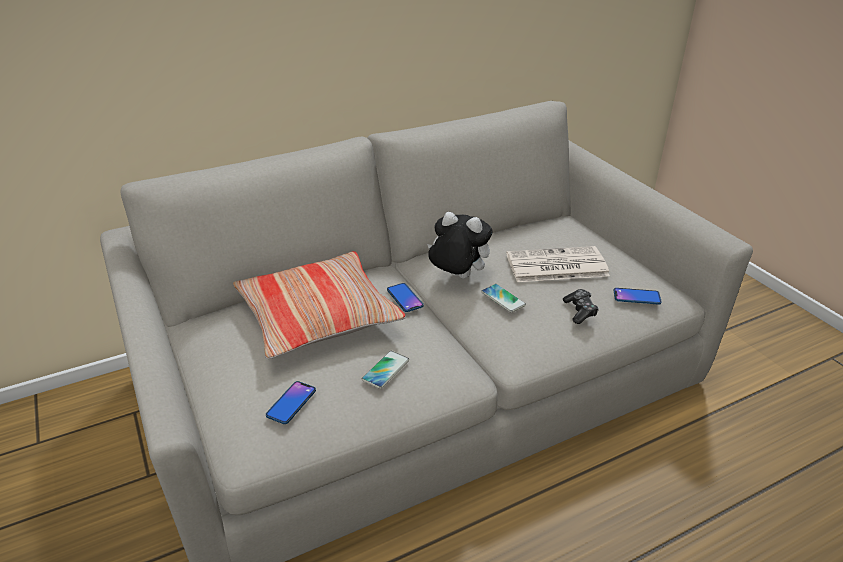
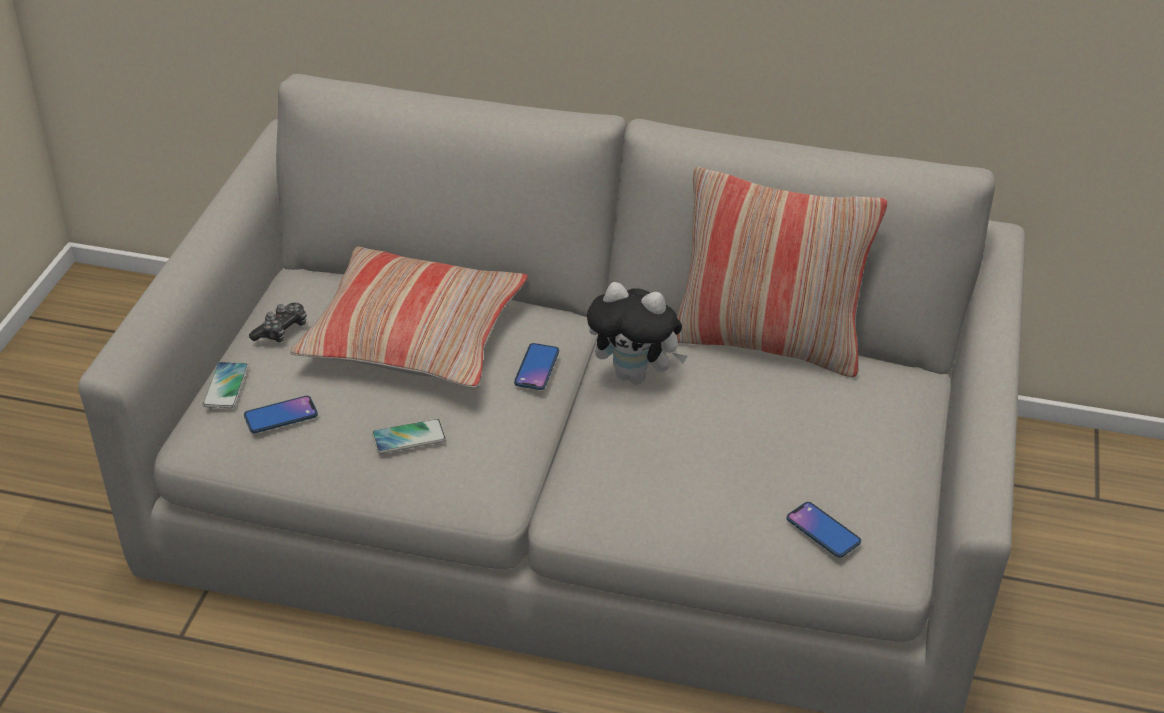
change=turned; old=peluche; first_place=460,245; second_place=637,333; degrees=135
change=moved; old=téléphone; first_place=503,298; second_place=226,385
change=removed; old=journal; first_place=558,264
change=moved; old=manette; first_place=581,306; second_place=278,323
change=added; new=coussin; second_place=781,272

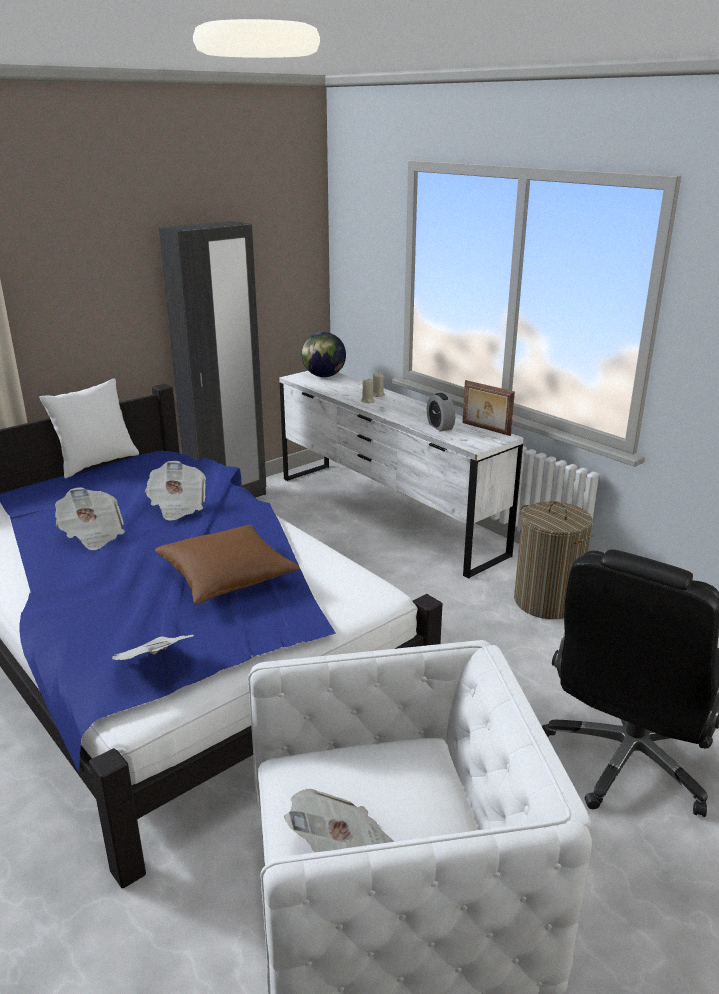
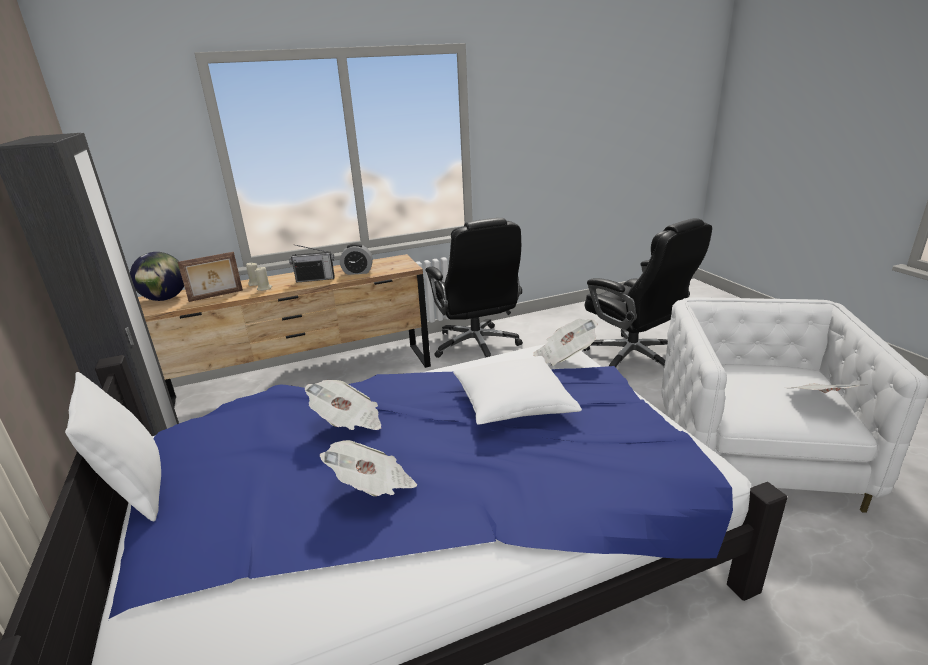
change=moved; old=journal; first_place=153,647; second_place=565,342
change=recoloured; old=coussin [marron]; new=coussin [blanc]; first_place=227,564; second_place=517,390
change=recoloured; old=commode [blanc]; new=commode [marron]; first_place=401,475; second_place=284,330
change=moved; old=cadre photo; first_place=488,408; second_place=210,277
change=replaced; old=panier à linge; new=chaise de bureau [noir]; first_place=554,560; second_place=474,288
change=added; new=radio; second_place=312,263

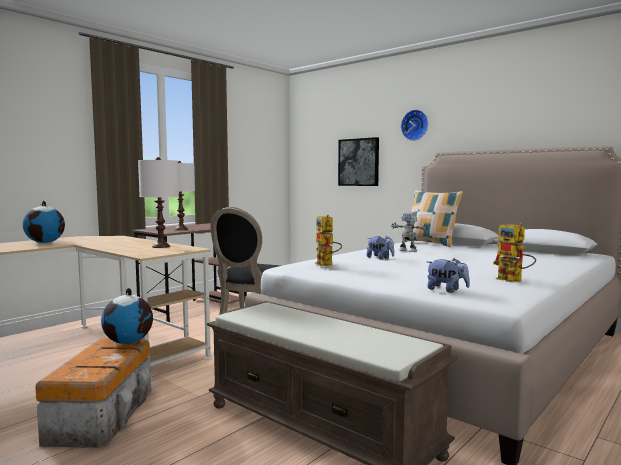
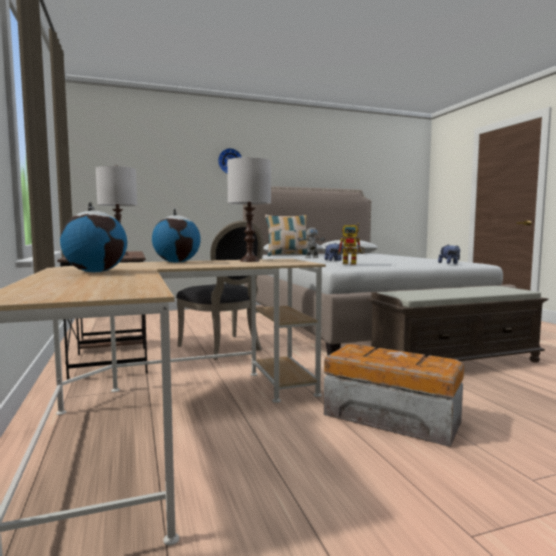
change=moved; old=globe; first_place=127,316; second_place=176,236
change=removed; old=tableau; first_place=358,161
change=removed; old=robot jouet; first_place=514,253

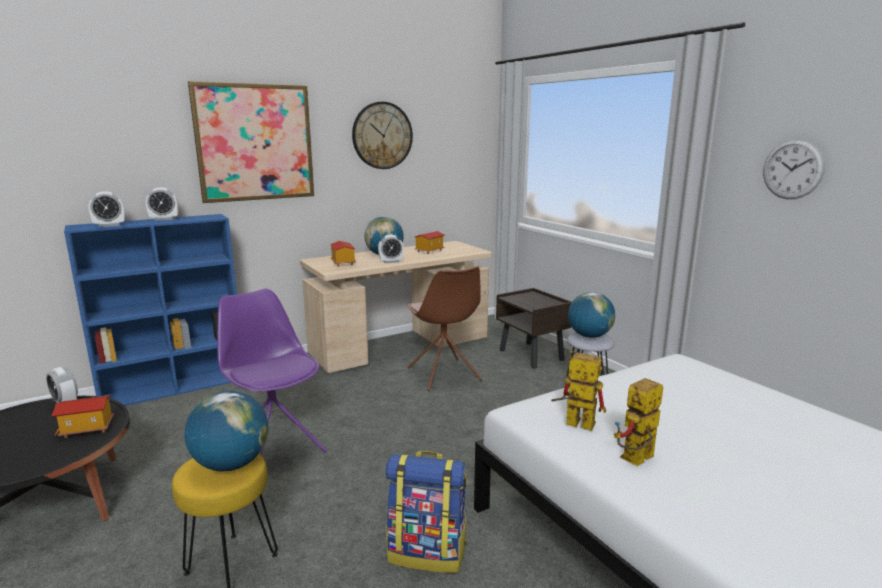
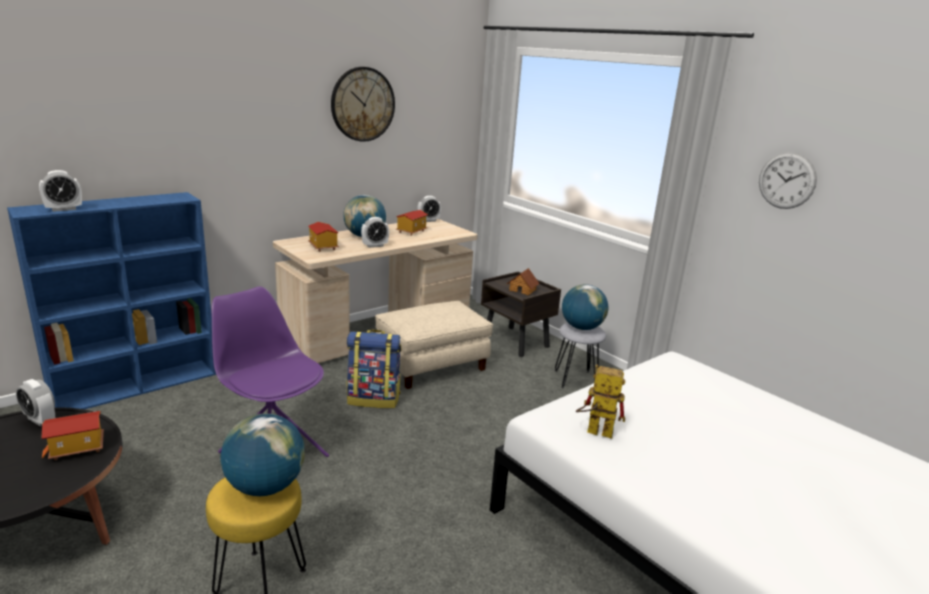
change=moved; old=réveil; first_place=162,204; second_place=429,209
change=removed; old=tableau; first_place=251,142
change=moved; old=sac à dos; first_place=426,512; second_place=374,369
change=replaced; old=chaise [marron]; new=pouf [beige]; first_place=444,329; second_place=434,345
change=removed; old=robot jouet; first_place=638,422
change=added; new=maison miniature; second_place=523,281

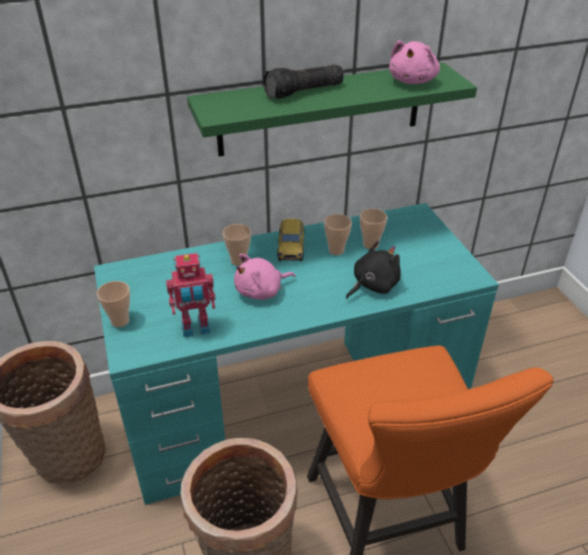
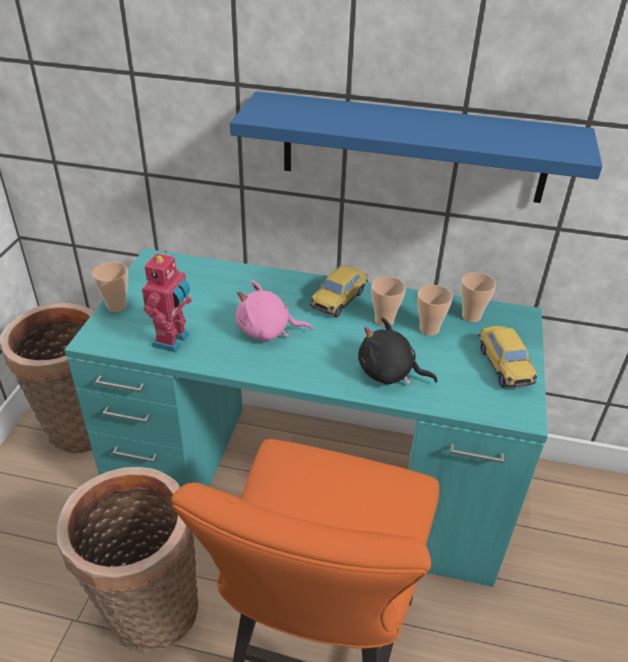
change=turned; old=robot jouet; first_place=190,295; second_place=167,302; degrees=-90
change=recoloured; old=étagère [vert]; new=étagère [bleu]; first_place=332,110; second_place=416,147
change=moved; old=tasse; first_place=237,245; second_place=478,297
change=removed; old=lampe de poche; first_place=303,82
change=turned; old=peluche [noir]; first_place=373,270; second_place=397,351; degrees=-150
change=removed; old=peluche [rose]; first_place=414,62
change=added; new=petite voiture; second_place=507,357

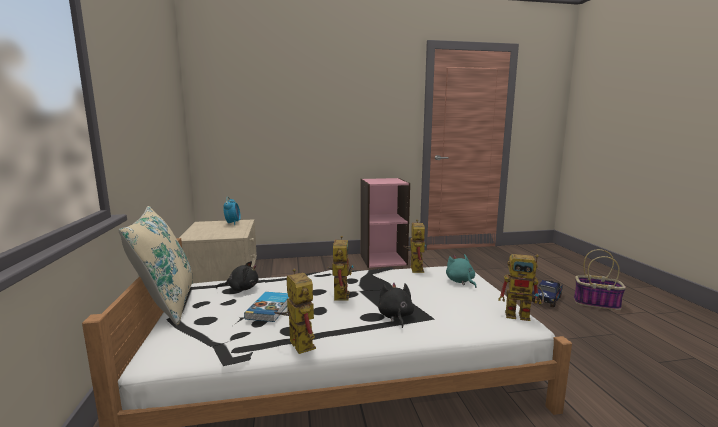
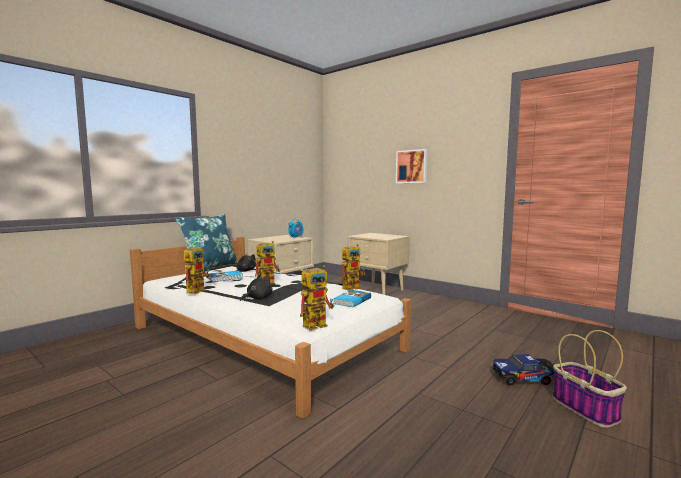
change=recoloured; old=coussin [beige]; new=coussin [bleu]; first_place=155,265; second_place=207,242
change=removed; old=bibliothèque [rose]; first_place=385,223
change=replaced; old=peluche [turquoise]; new=livre; first_place=461,271; second_place=352,298
change=turned; old=robot jouet; first_place=521,287; second_place=317,298; degrees=-105
change=added; new=table de chevet [beige]; second_place=378,264
change=added; new=tableau; second_place=412,166

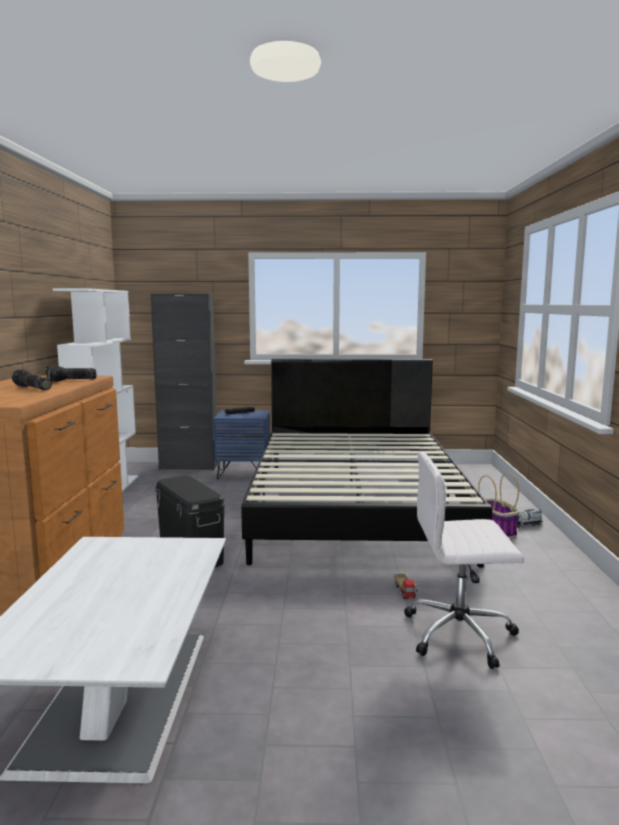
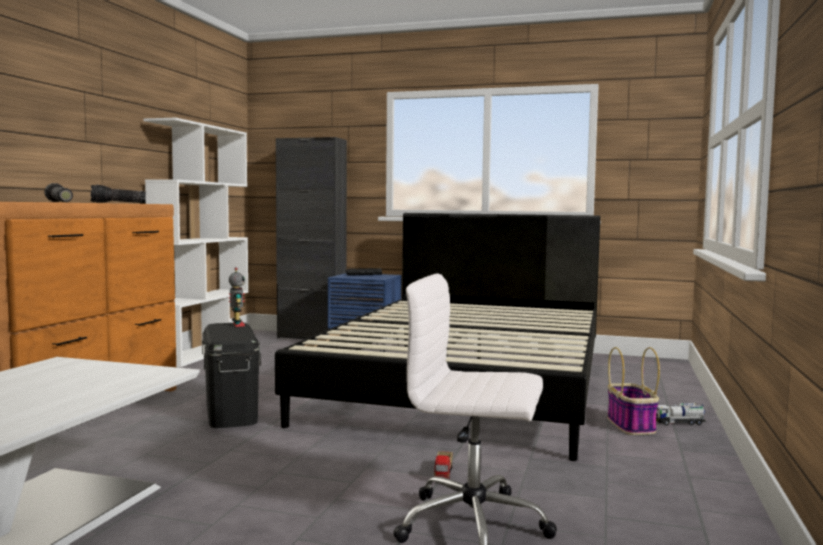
change=added; new=robot jouet; second_place=237,297

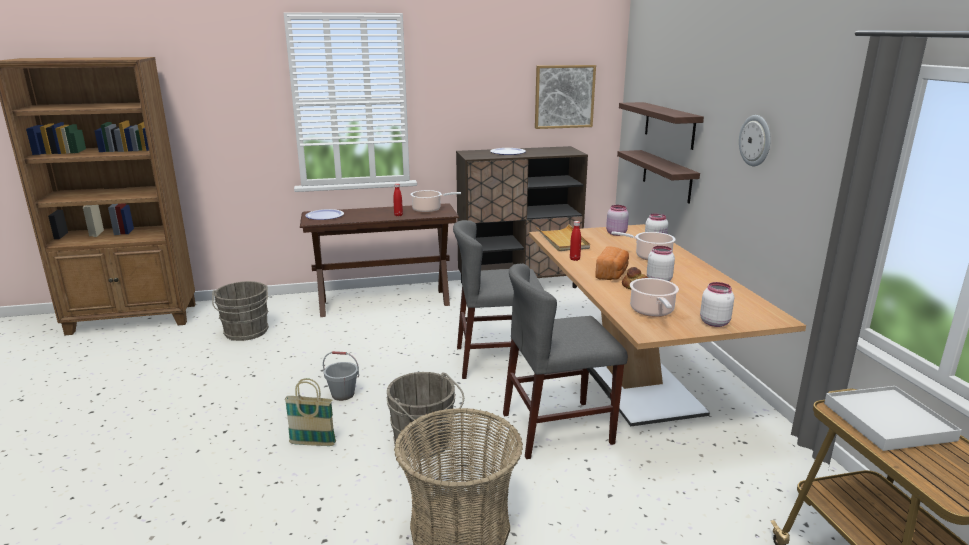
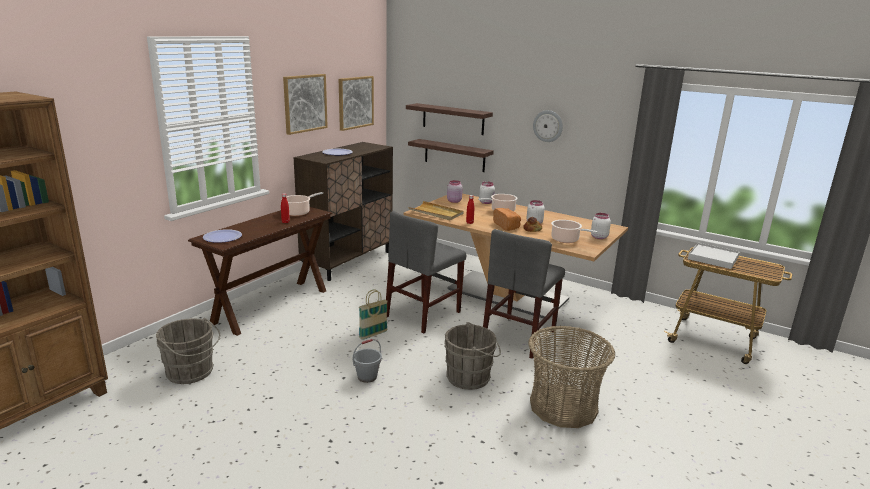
change=moved; old=panier; first_place=310,412; second_place=373,314
change=added; new=tableau; second_place=305,104

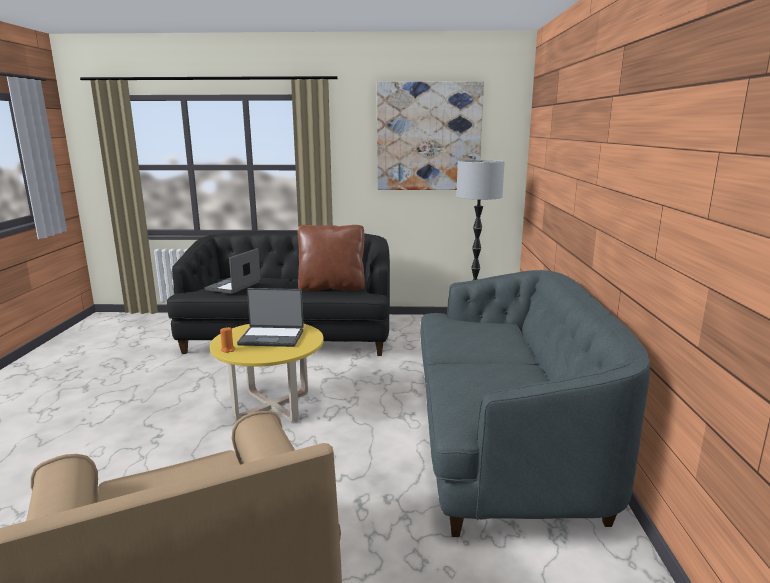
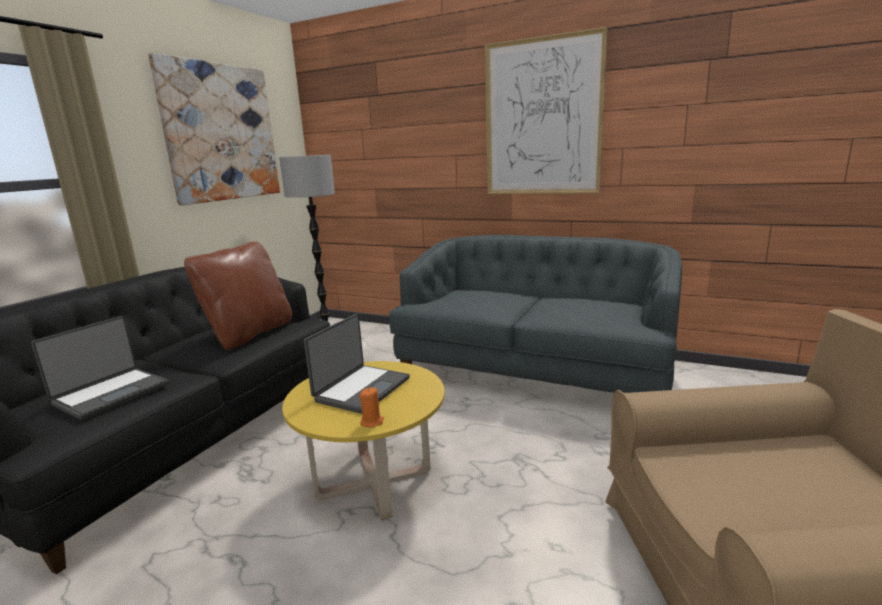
change=turned; old=ordinateur portable; first_place=233,271; second_place=99,368; degrees=-105
change=added; new=tableau; second_place=546,110

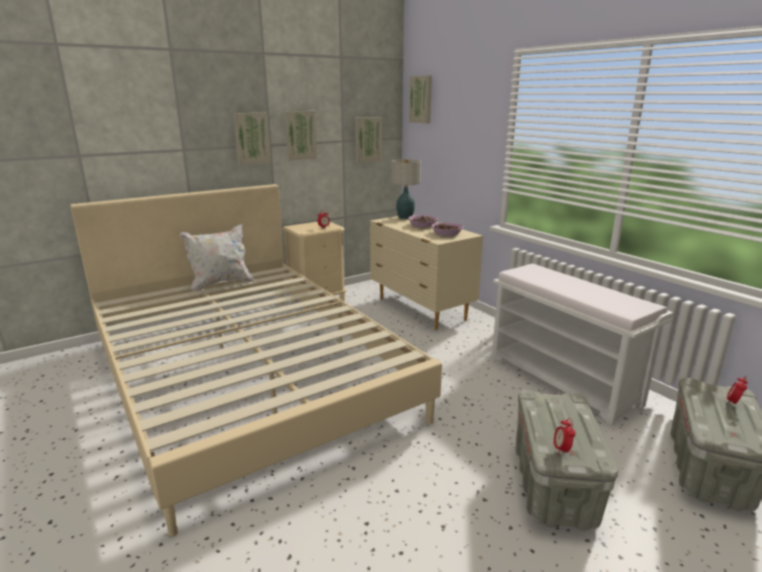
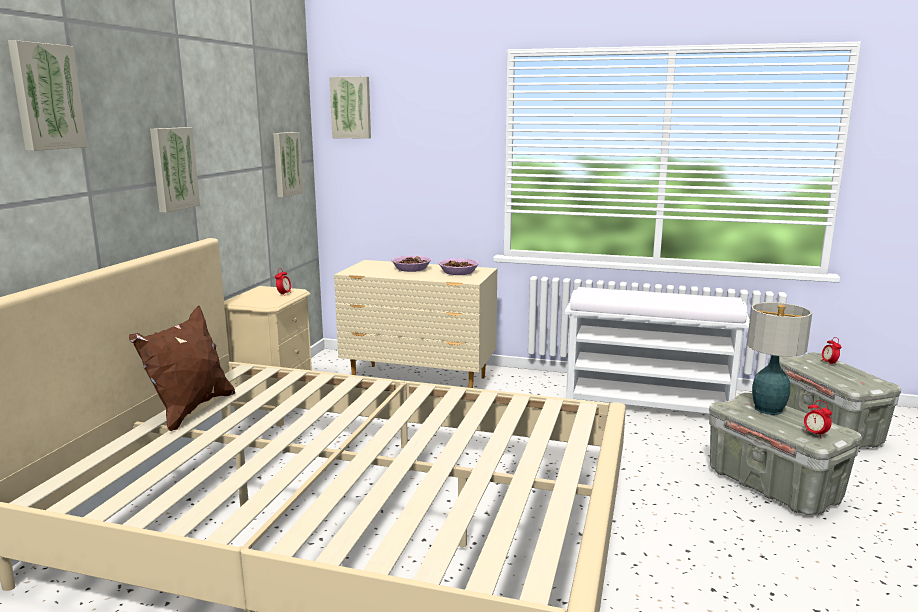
change=recoloured; old=coussin [blanc]; new=coussin [marron]; first_place=217,258; second_place=182,368
change=moved; old=tableau; first_place=300,136; second_place=47,95
change=moved; old=lampe de table; first_place=406,189; second_place=779,358

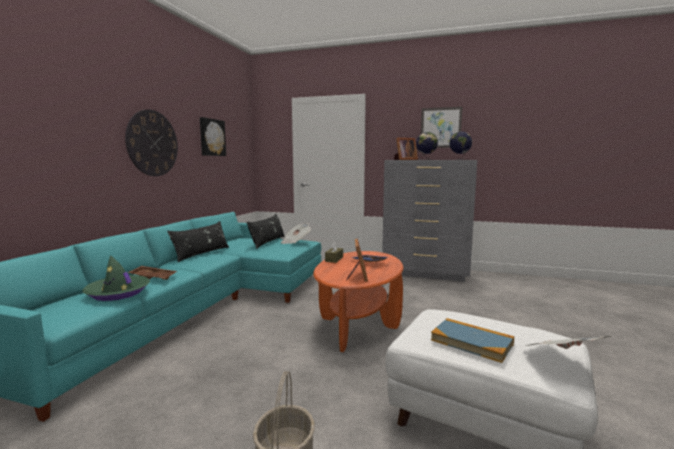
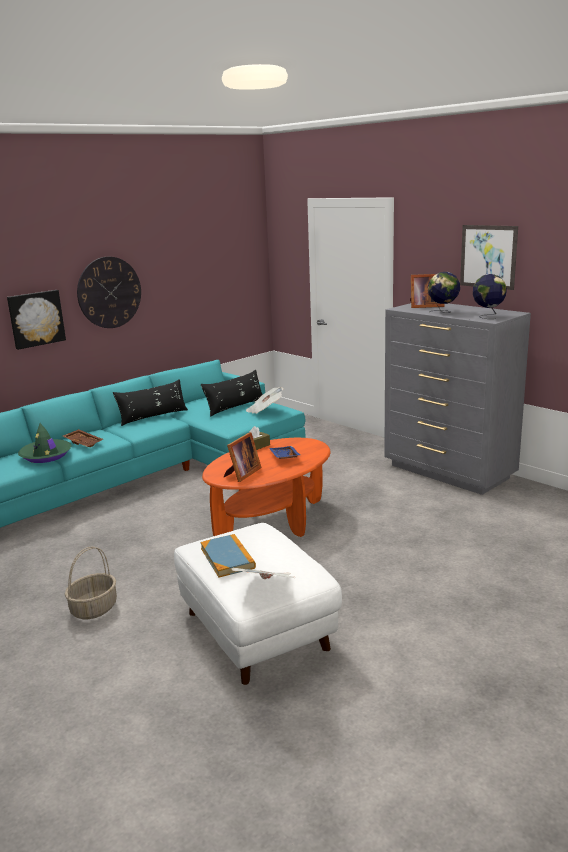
change=moved; old=tableau; first_place=213,136; second_place=36,320

